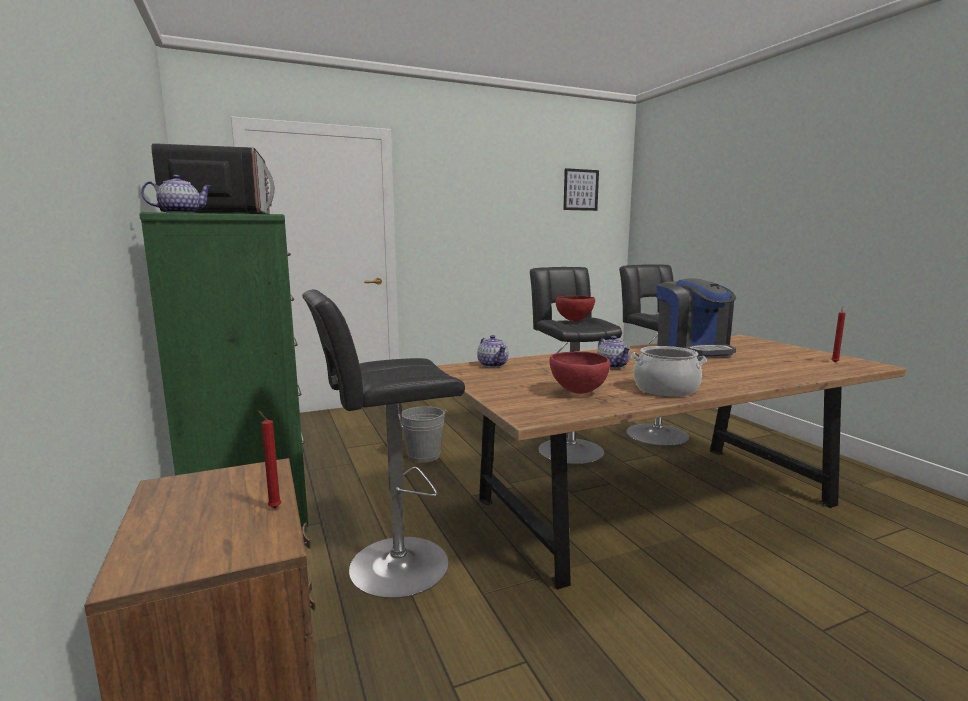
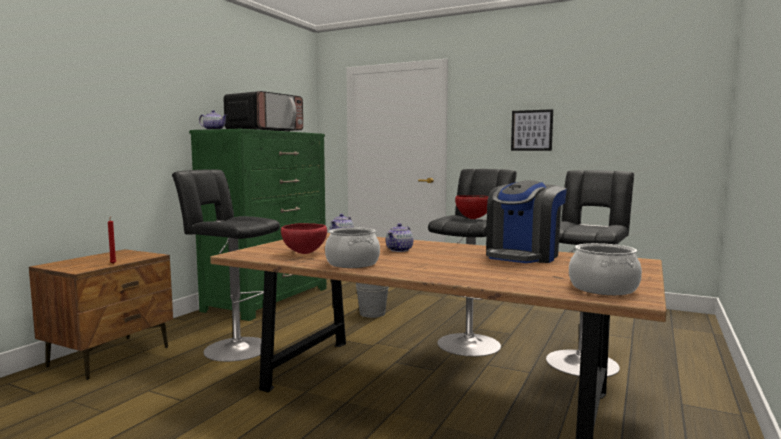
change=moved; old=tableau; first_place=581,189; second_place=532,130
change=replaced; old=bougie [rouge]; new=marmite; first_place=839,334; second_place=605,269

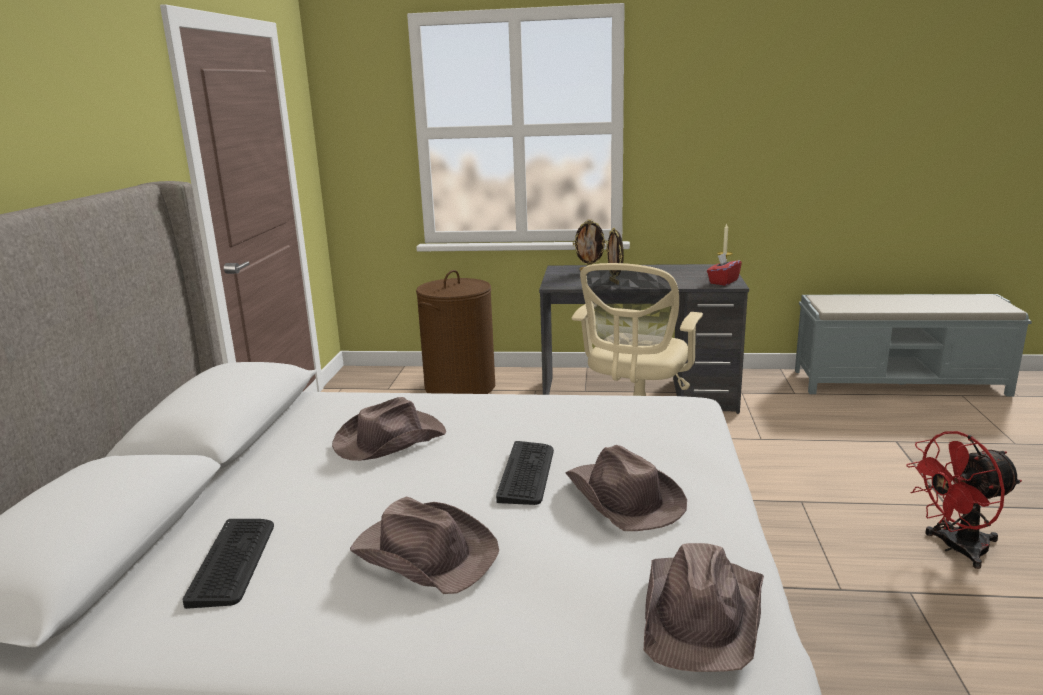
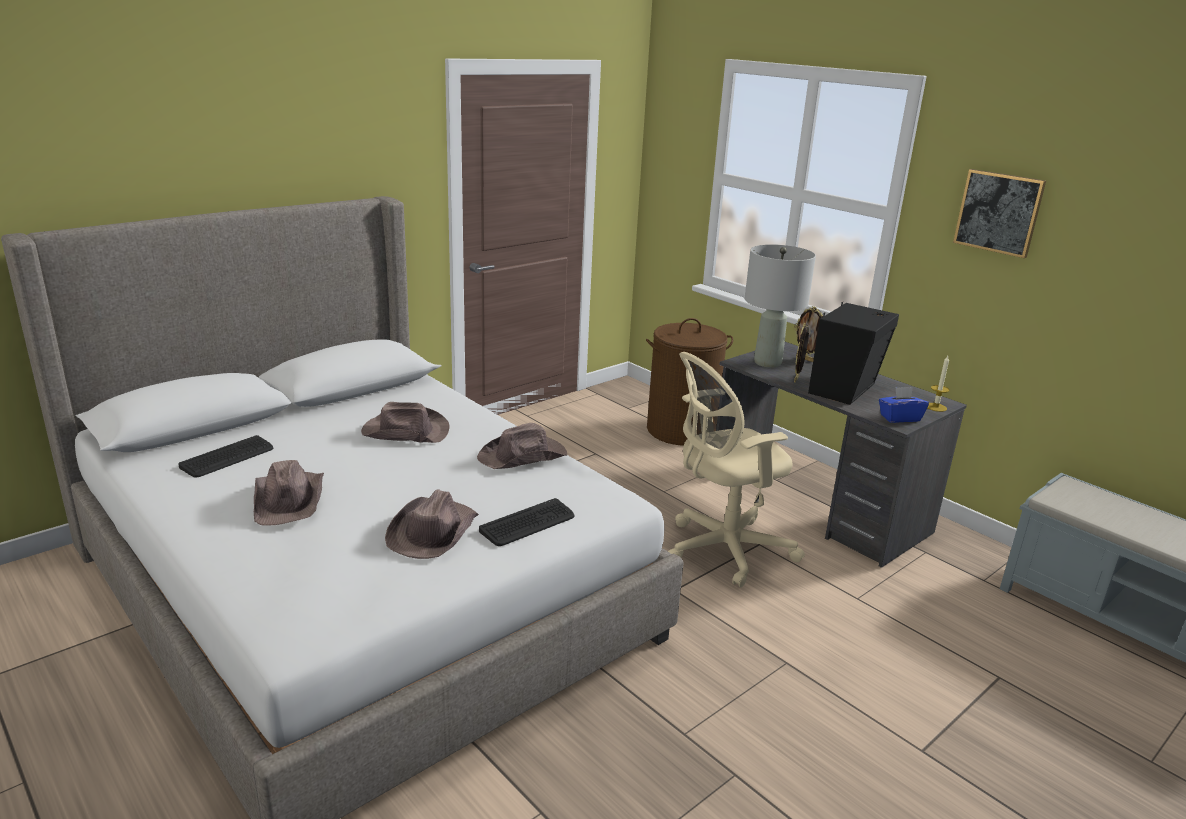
change=moved; old=clavier; first_place=525,473; second_place=527,522
change=moved; old=chapeau [marron]; first_place=704,607; second_place=522,446
change=recoloured; old=boîte à mouchoirs [rouge]; new=boîte à mouchoirs [bleu]; first_place=724,269; second_place=904,405
change=removed; old=ventilateur [rouge]; first_place=964,500
change=added; new=lampe de table [gris]; second_place=780,306
change=added; new=enceinte [noir]; second_place=853,353
change=added; new=tableau; second_place=999,213

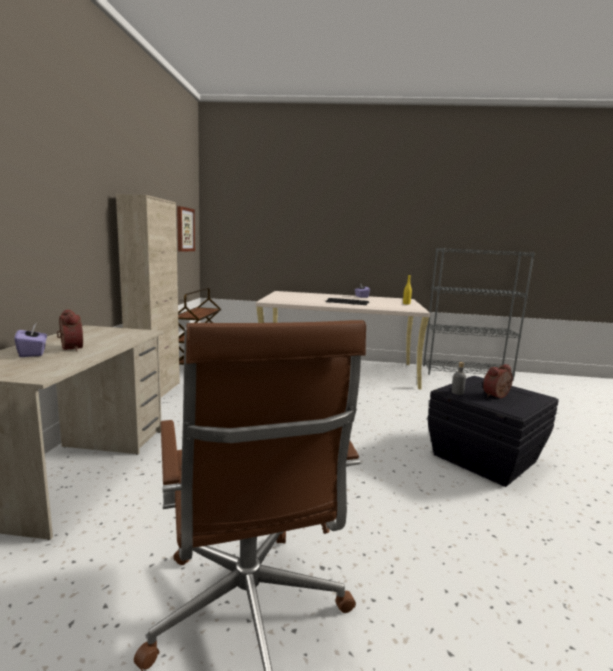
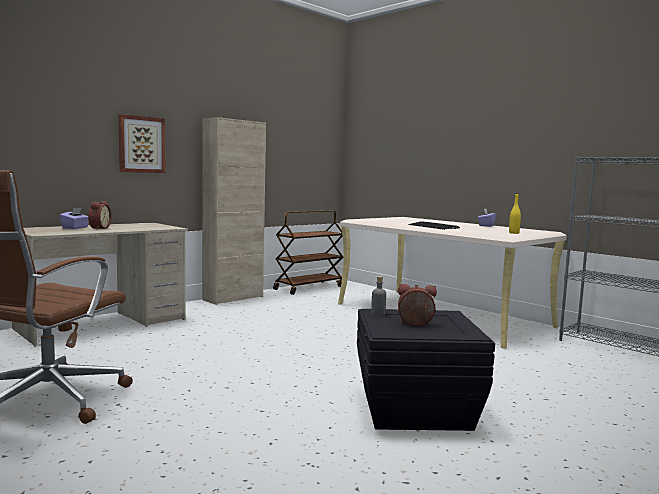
change=moved; old=tableau; first_place=186,229; second_place=142,143

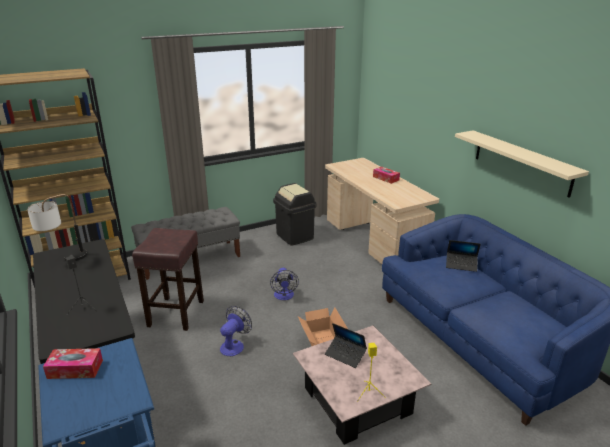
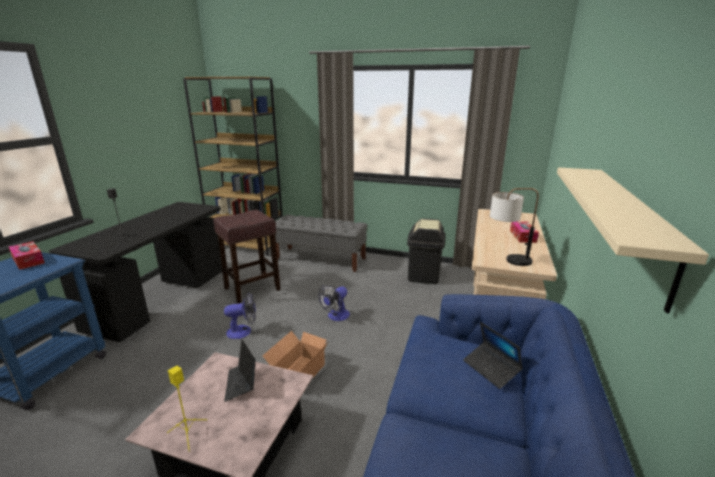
change=moved; old=lampe de table; first_place=57,227; second_place=514,227

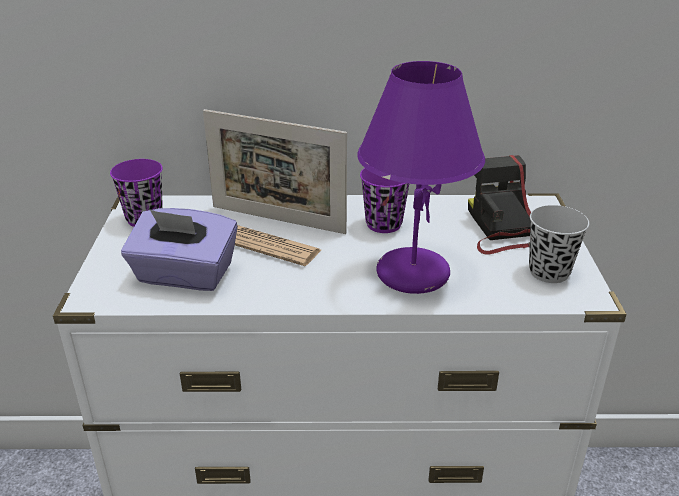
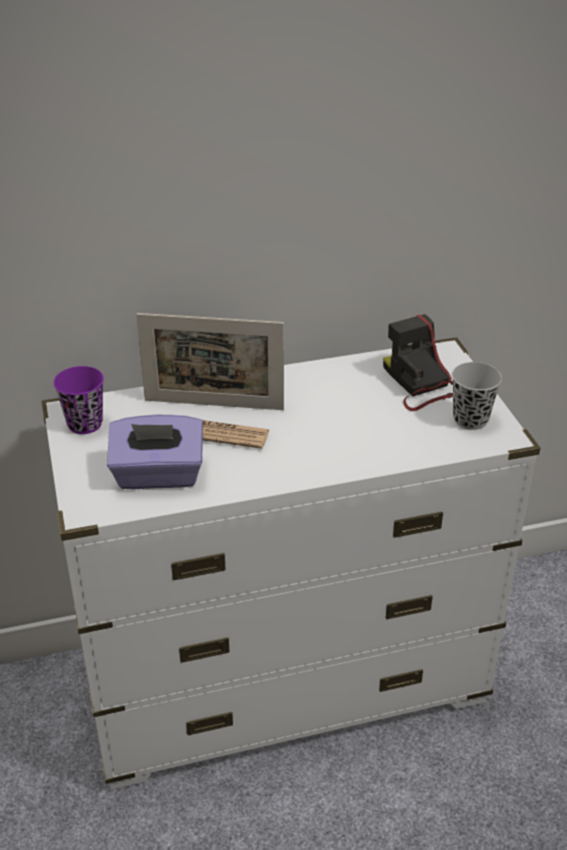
change=removed; old=lampe de table [violet]; first_place=421,177
change=removed; old=tasse [violet]; first_place=384,200

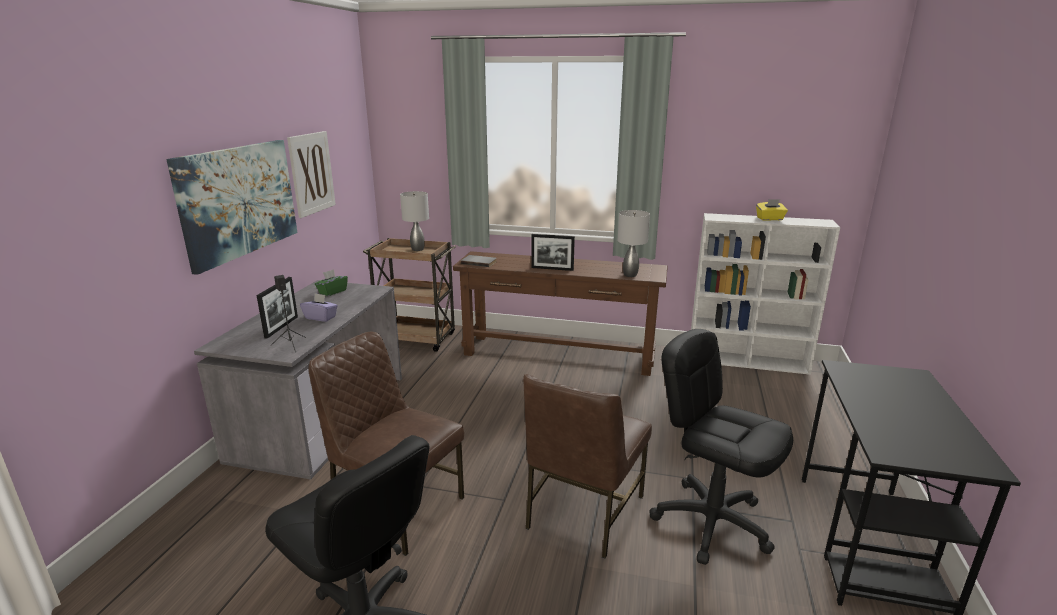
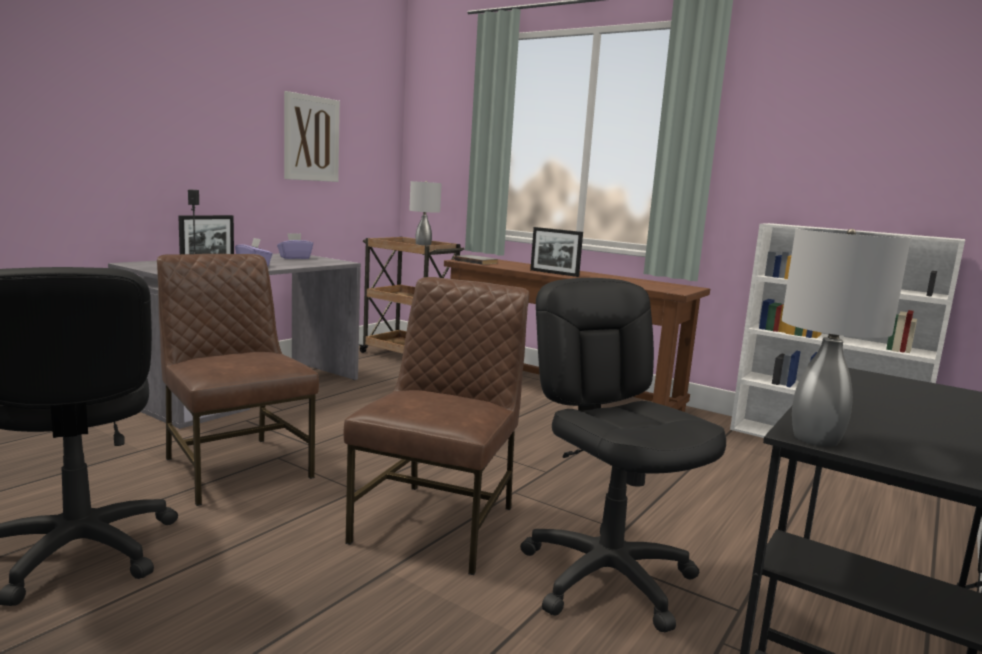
change=removed; old=tableau; first_place=231,207
change=recoloured; old=boîte à mouchoirs [vert]; new=boîte à mouchoirs [violet]; first_place=331,282; second_place=295,246
change=turned; old=chaise [marron]; first_place=587,466; second_place=436,426; degrees=150
change=moved; old=lampe de table [gris]; first_place=634,243; second_place=846,337
change=removed; old=boîte à mouchoirs [jaune]; first_place=772,210

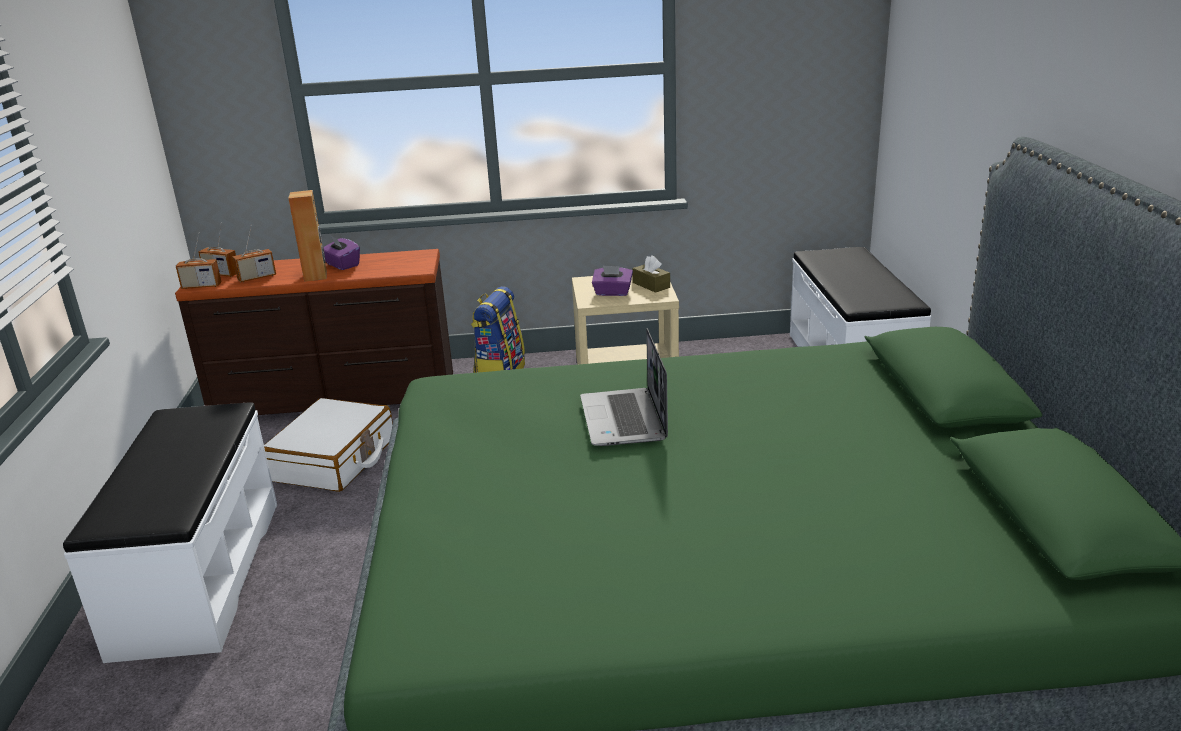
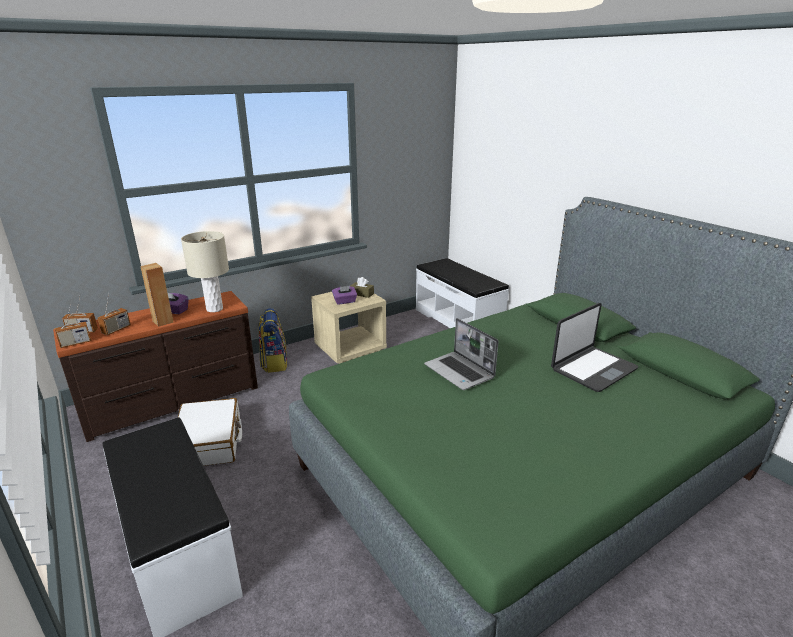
change=added; new=lampe de table [beige]; second_place=205,271
change=added; new=ordinateur portable; second_place=595,347

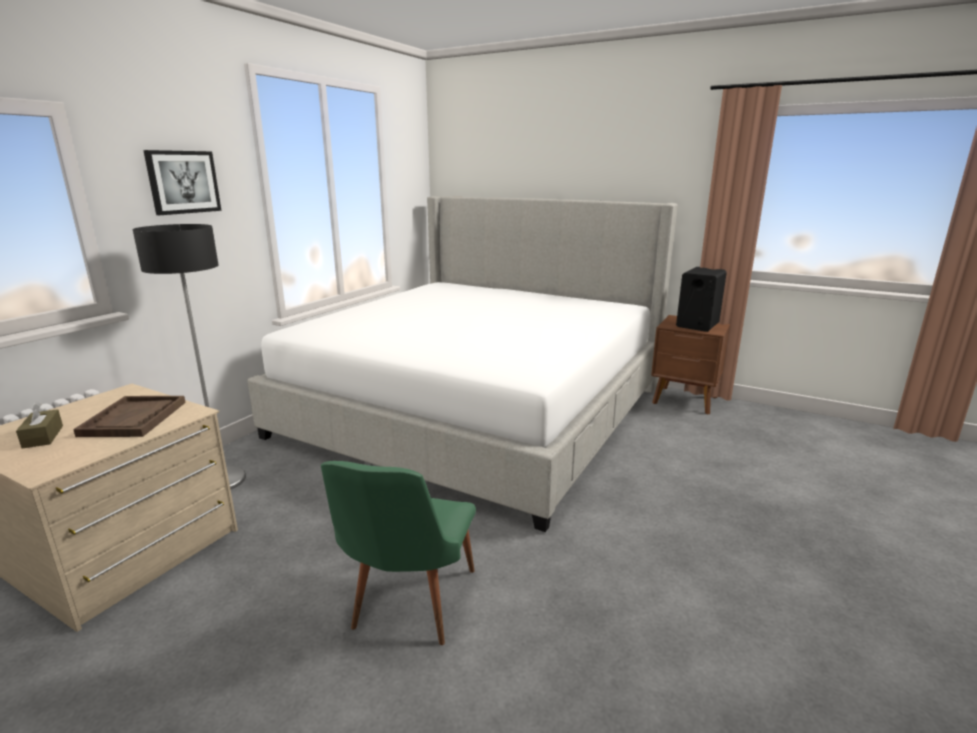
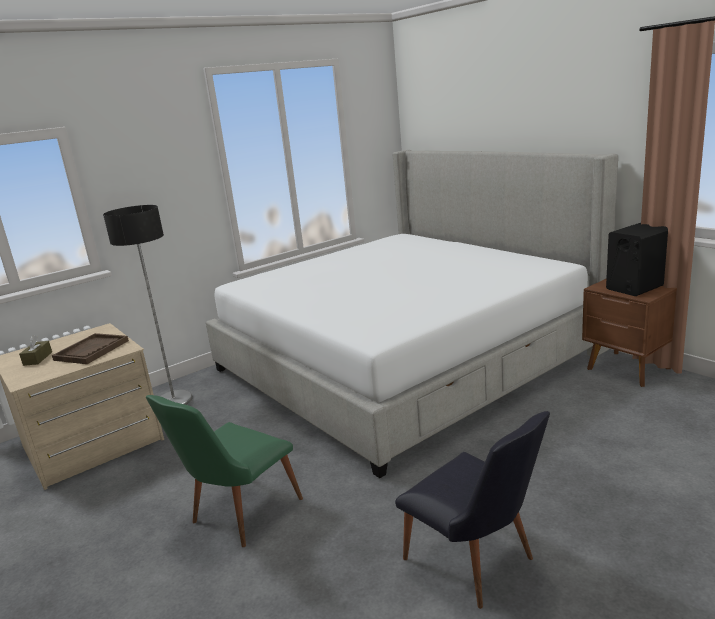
change=removed; old=tableau; first_place=182,182
change=added; new=chaise [noir]; second_place=472,510

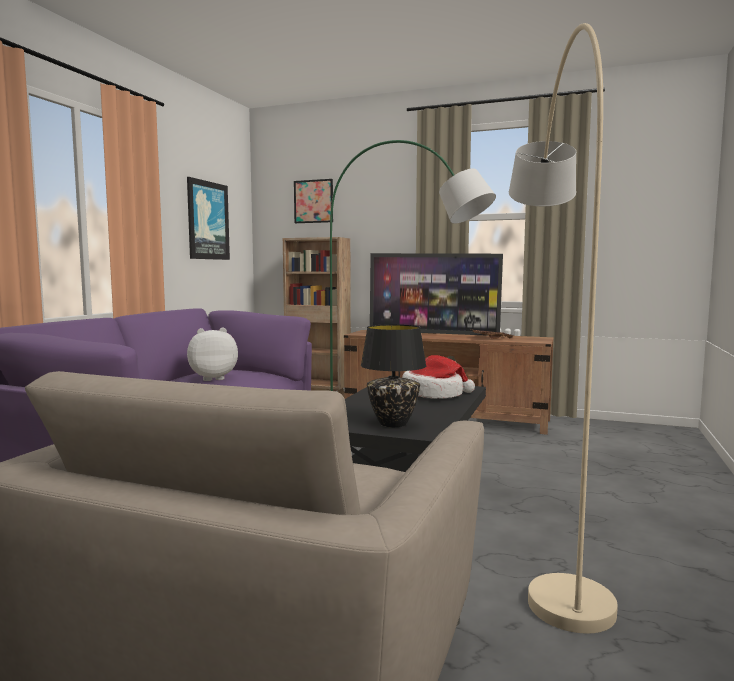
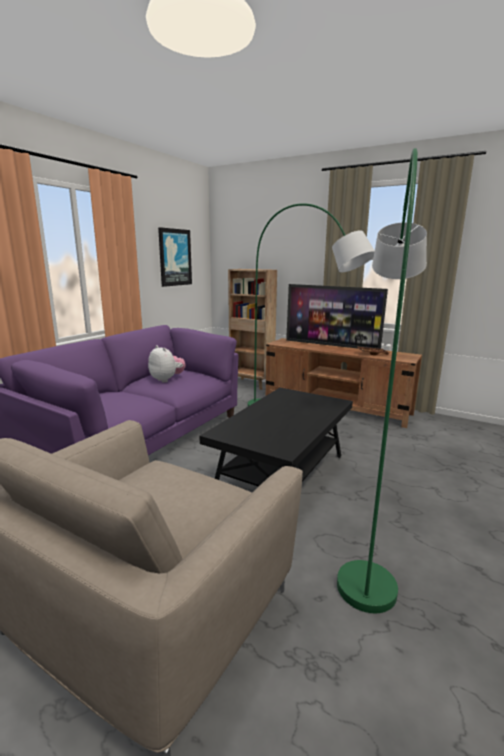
change=turned; old=peluche; first_place=212,354; second_place=167,364; degrees=60
change=removed; old=tableau; first_place=313,201
change=removed; old=lampe de table [noir]; first_place=394,375
change=removed; old=chapeau; first_place=438,377
change=recoloured; old=lampadaire [beige]; new=lampadaire [vert]; first_place=563,328; second_place=382,380

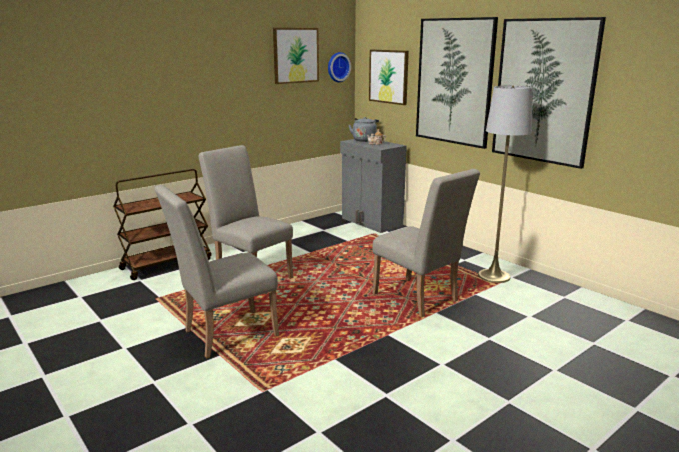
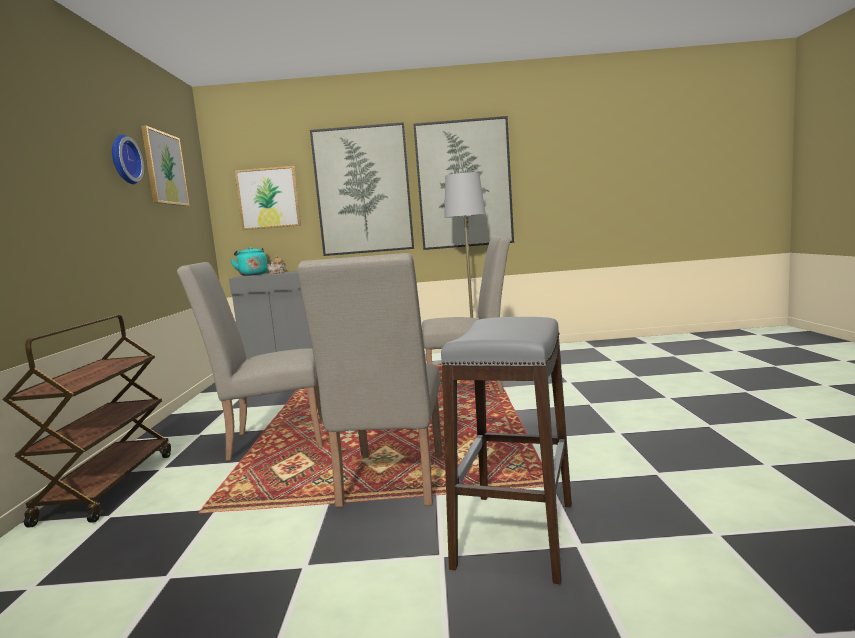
change=moved; old=horloge murale; first_place=339,67; second_place=128,159
change=recoloured; old=bouilloire [gris]; new=bouilloire [turquoise]; first_place=364,129; second_place=249,261
change=added; new=tabouret [gris]; second_place=506,450

